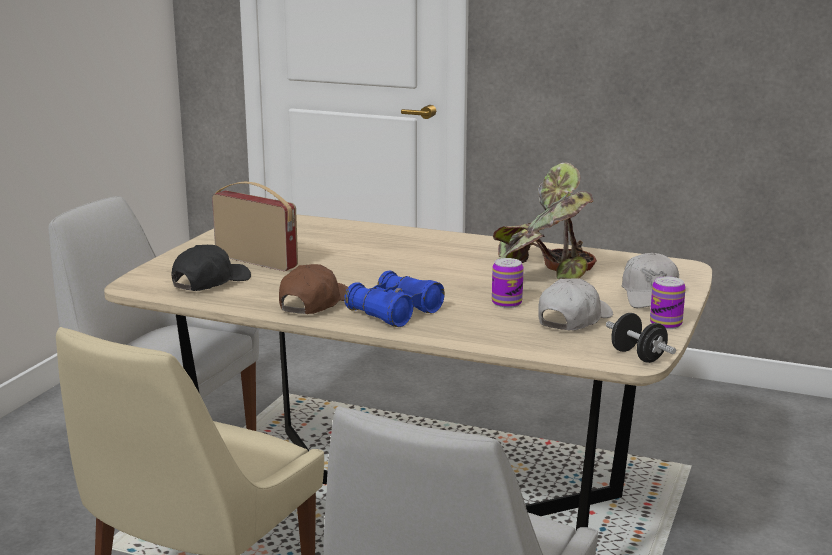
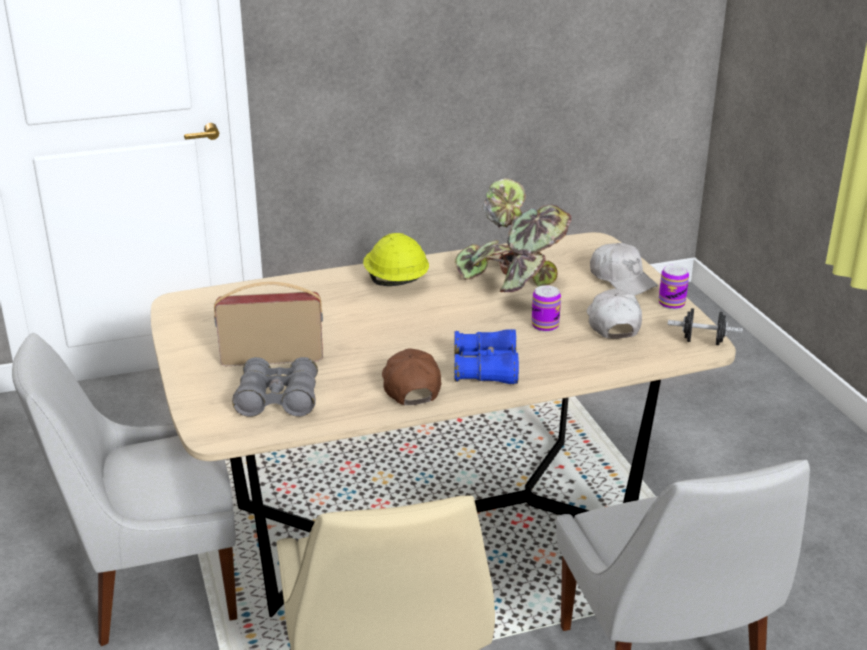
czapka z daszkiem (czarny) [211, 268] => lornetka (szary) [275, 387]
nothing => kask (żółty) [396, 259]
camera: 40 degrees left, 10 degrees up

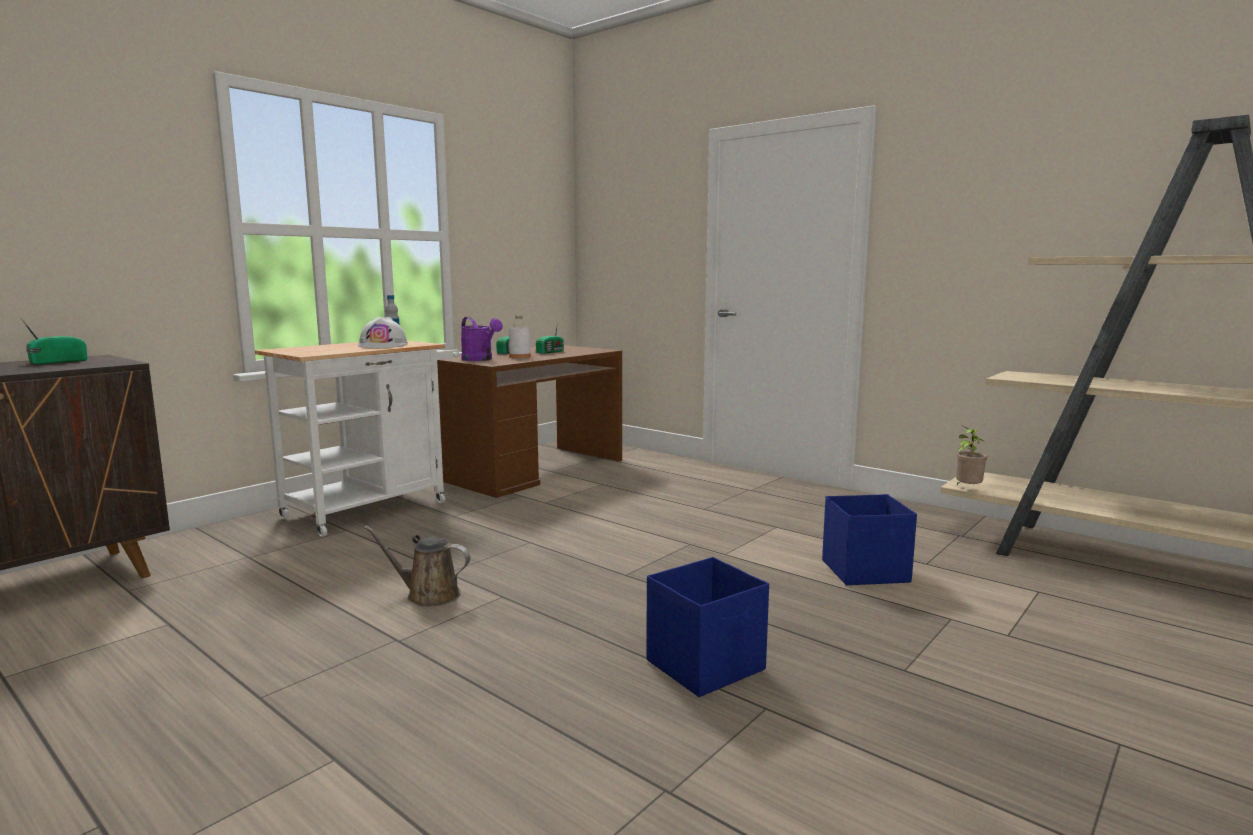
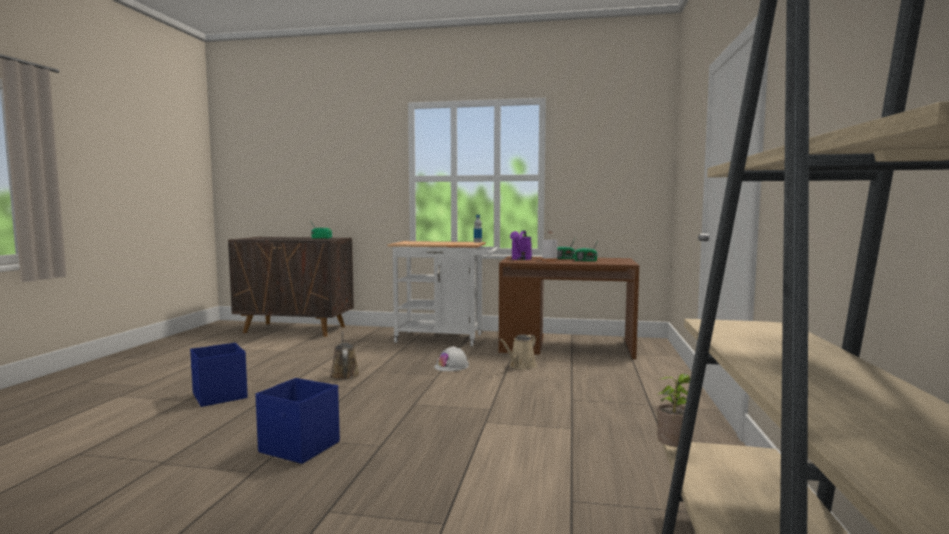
kask (biały) [383, 332] => kask (biały) [451, 358], move
pojemnik do przechowywania (niebieski) [869, 539] => pojemnik do przechowywania (niebieski) [219, 375], move
nothing => konewka (beżowy) [518, 352]
camera: 60 degrees right, 5 degrees down

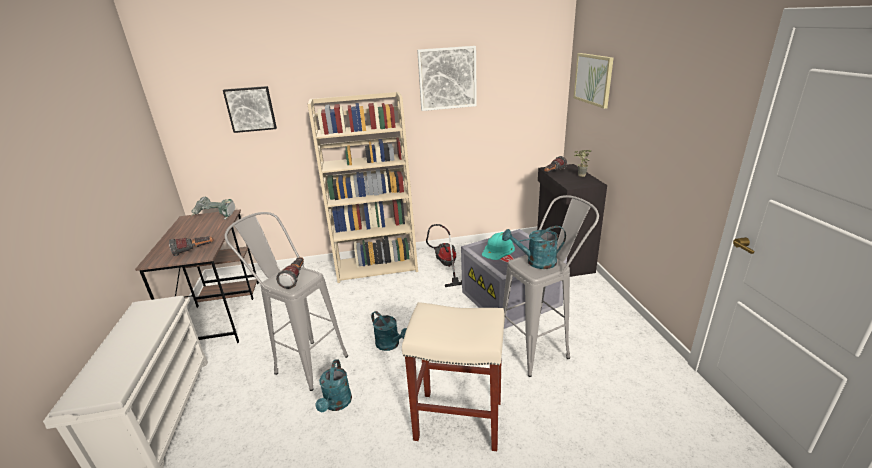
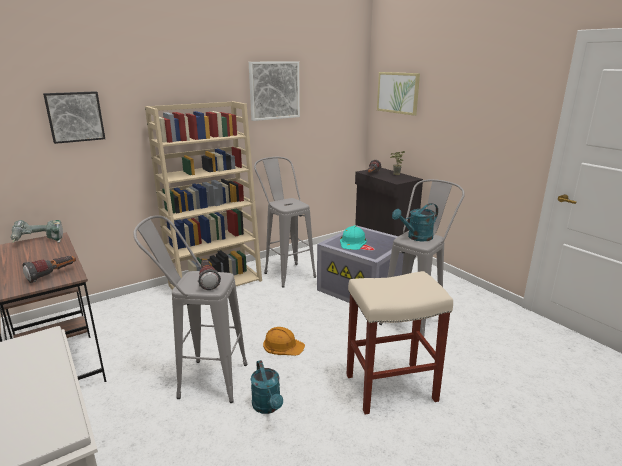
odkurzacz [444, 255] => stołek (szary) [285, 222]
konewka (turkusowy) [389, 331] => kask (pomarańczowy) [284, 341]
camera: 25 degrees left, 5 degrees down

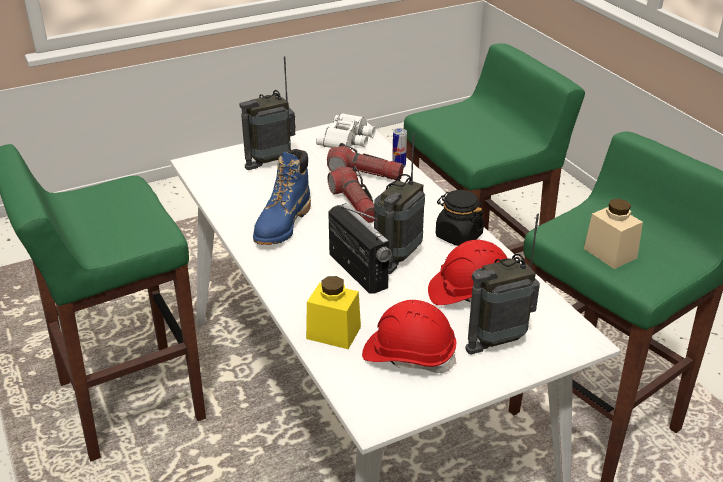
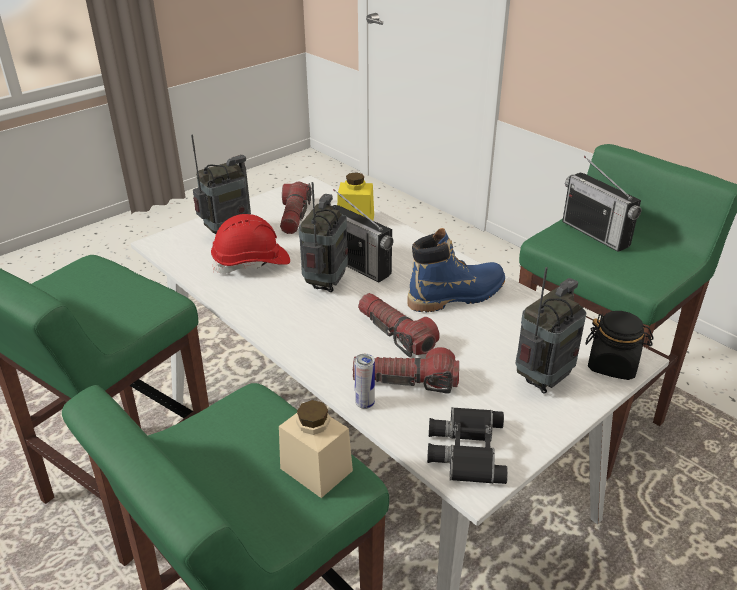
lornetka (biały) [346, 131] => lornetka (czarny) [467, 445]
but z cholewką (niebieski) [282, 197] => but z cholewką (niebieski) [456, 270], 60 degrees clockwise
słoik (czarny) [460, 218] => słoik (czarny) [619, 345], move
słoik (beżowy) [613, 234] => słoik (beżowy) [316, 449], move
kask (czerwony) [409, 336] => latarka [296, 208]
nothing => radio [602, 204]
camera: 165 degrees right, 0 degrees up

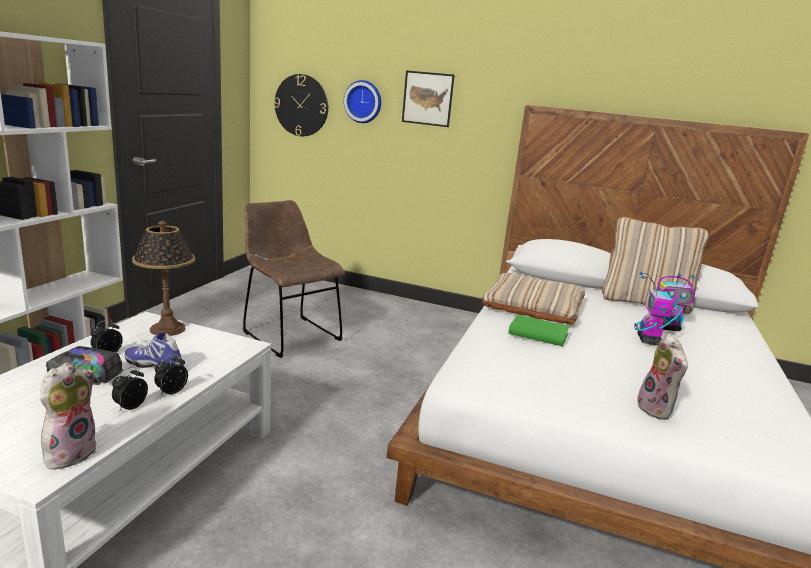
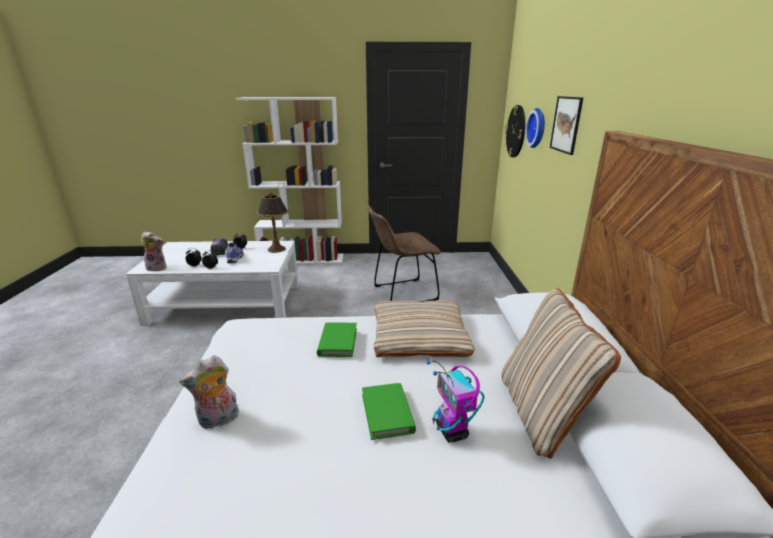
krzesło (brązowy) [294, 279] => krzesło (brązowy) [404, 254], 135 degrees counterclockwise
robot zabawkowy [657, 308] => książka (zielony) [389, 411]
camera: 70 degrees right, 5 degrees up

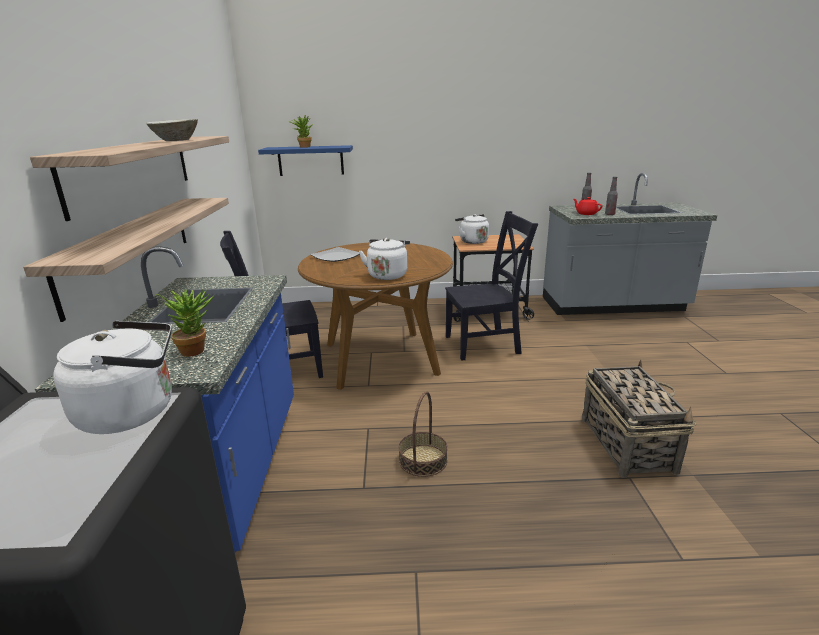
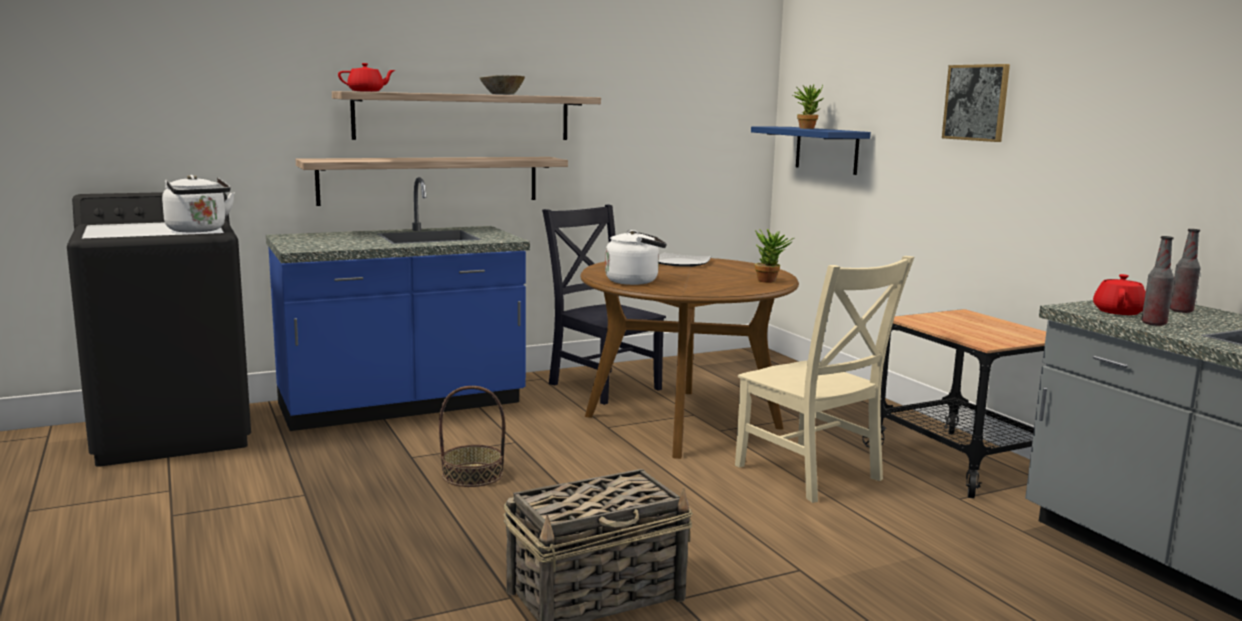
krzesło (czarny) [491, 285] => krzesło (beżowy) [824, 379]
czajnik (biały) [472, 229] => nothing
roślina doniczkowa [185, 323] => roślina doniczkowa [774, 256], move
nothing => imbryk (czerwony) [366, 77]
nothing => obraz [976, 103]
camera: 65 degrees right, 10 degrees down

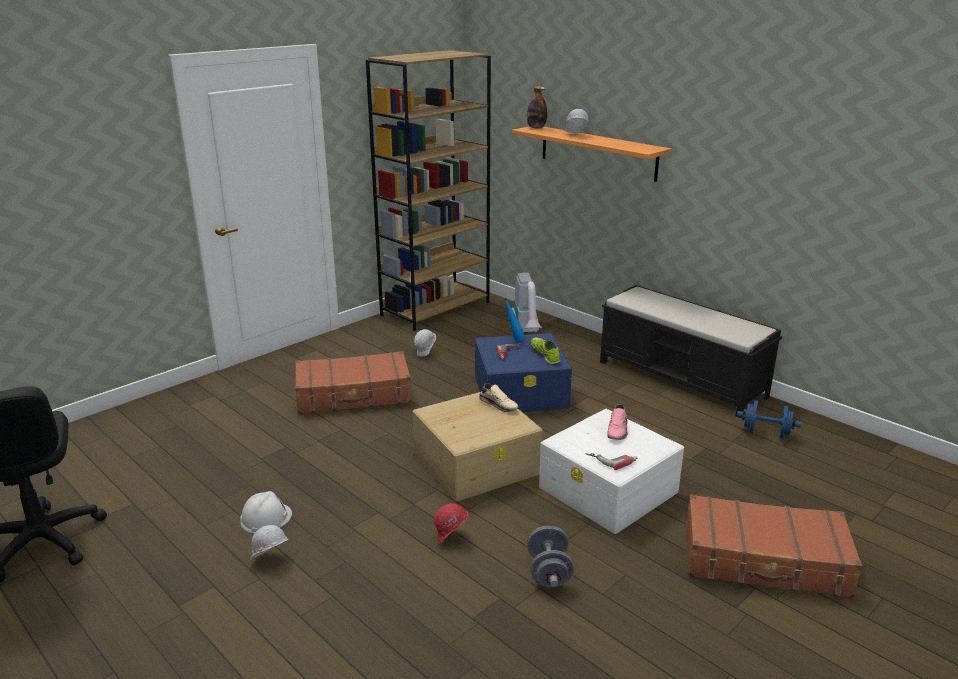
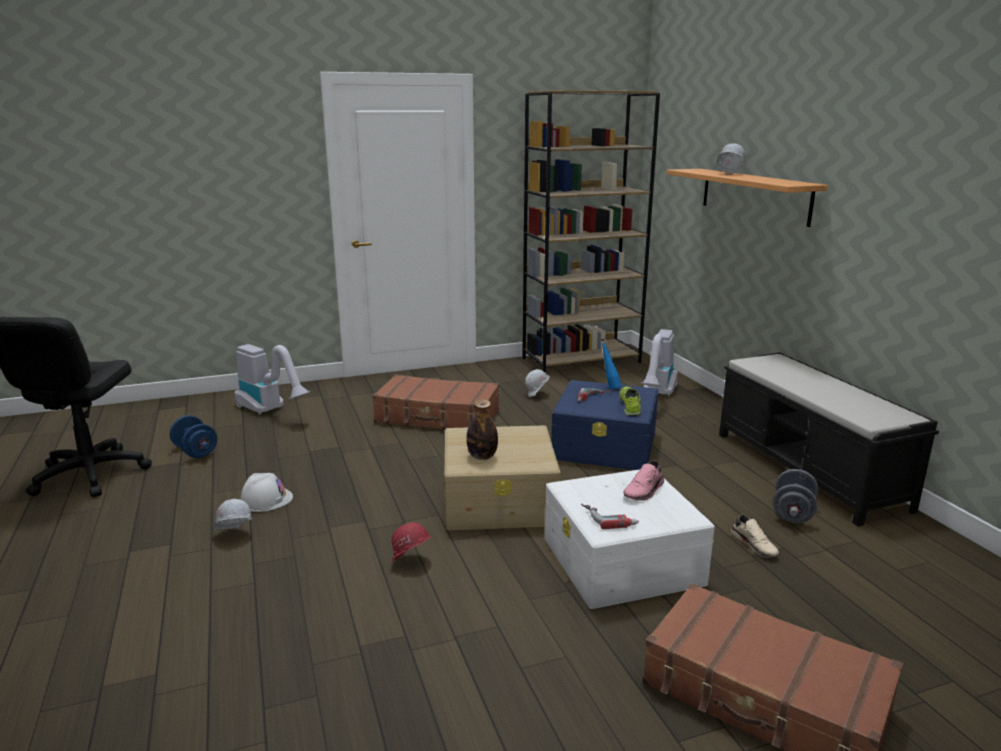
butelka [537, 107] => butelka [482, 429], move
but (beżowy) [499, 397] => but (beżowy) [755, 536], move
hantel (niebieski) [769, 419] => hantel (niebieski) [193, 436], move
hantel (szary) [550, 557] => hantel (szary) [795, 496], move
nothing => odkurzacz [272, 379]
camera: 25 degrees right, 5 degrees down

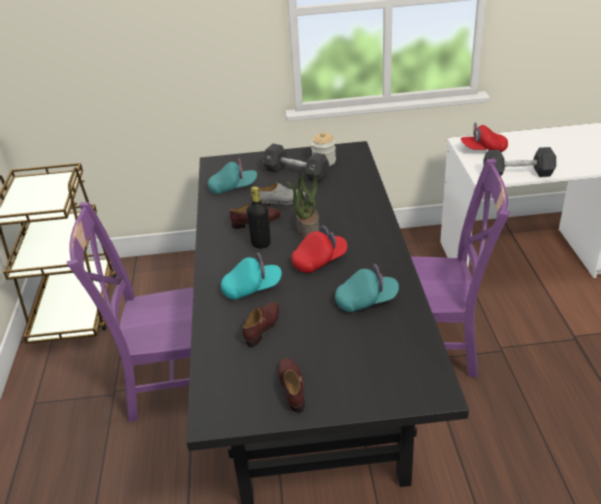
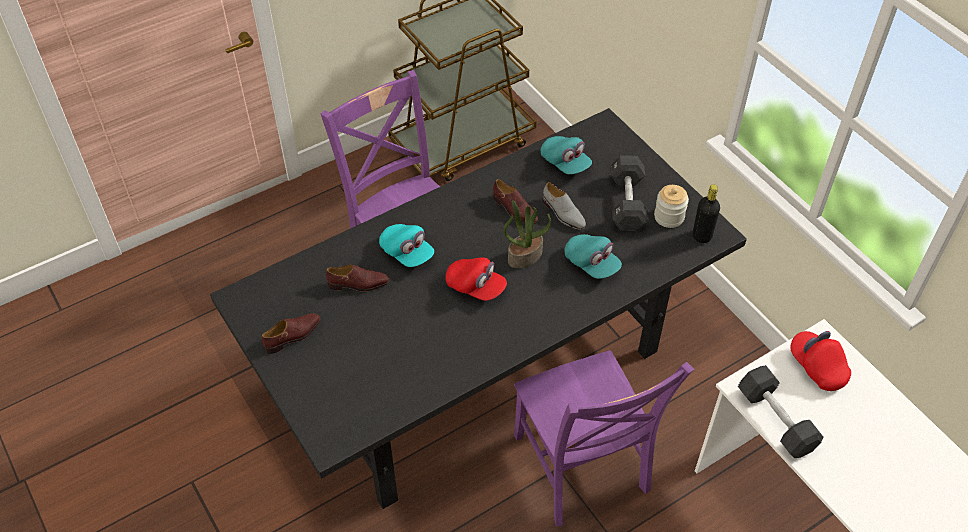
butelka (czarny) [259, 217] => butelka (czarny) [706, 213], move
czapka z daszkiem (turkusowy) [367, 288] => czapka z daszkiem (turkusowy) [593, 256], move
camera: 60 degrees right, 15 degrees up

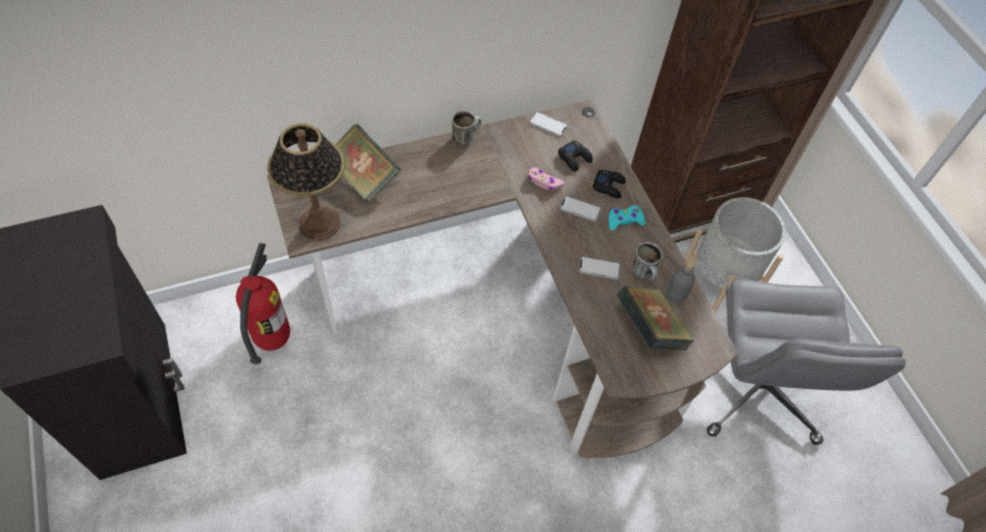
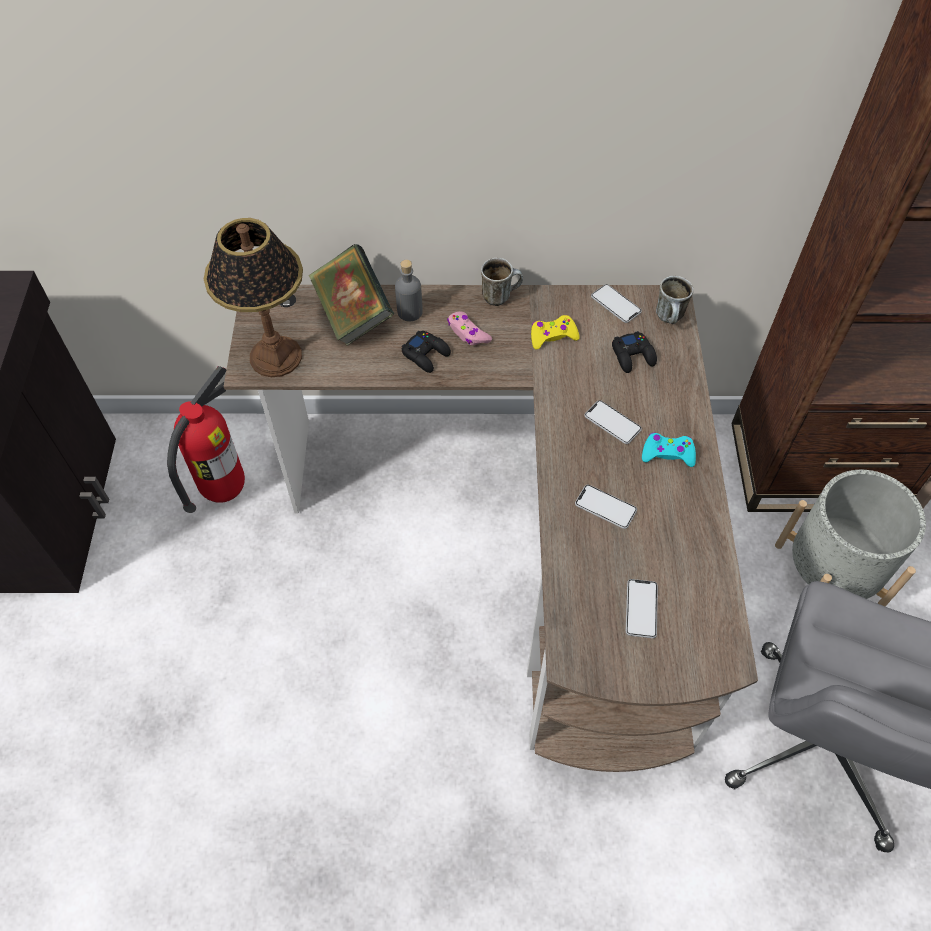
pad do gier (różowy) [546, 179] => pad do gier (różowy) [469, 328], move
pad do gier (czarny) [609, 184] => pad do gier (czarny) [426, 352], move
kubek [647, 261] => kubek [675, 300], move
butelka (szary) [680, 281] => butelka (szary) [409, 290], move
książka [655, 318] => telefon [642, 608]
nothing => pad do gier (żółty) [555, 332]
camera: 25 degrees right, 0 degrees up

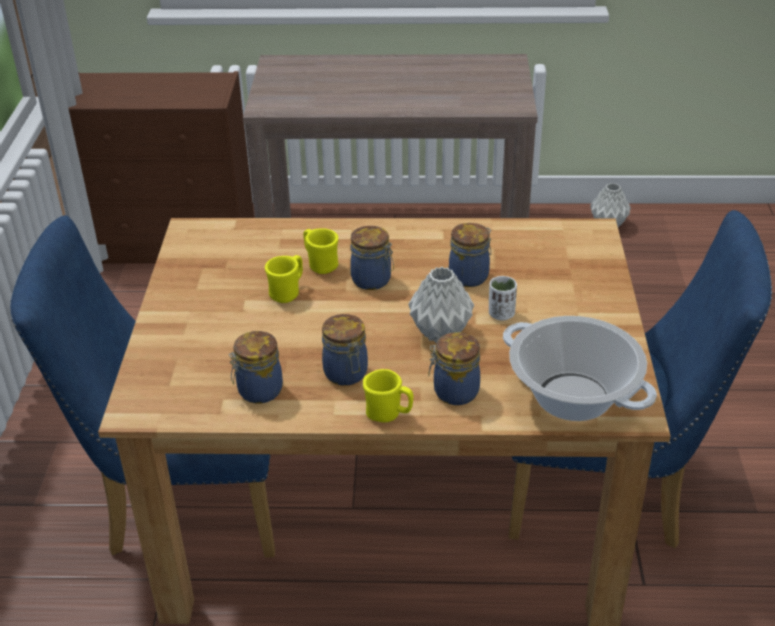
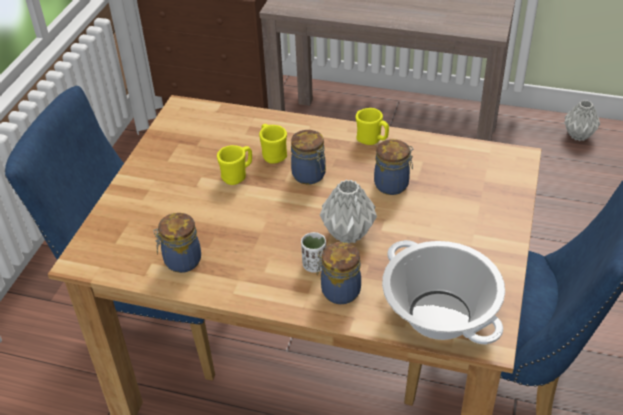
filiżanka (biały) [503, 298] => filiżanka (biały) [313, 252], move
słoik [345, 350] => nothing
kubek (żółty) [388, 395] => kubek (żółty) [372, 126], move
camera: 15 degrees right, 5 degrees up

